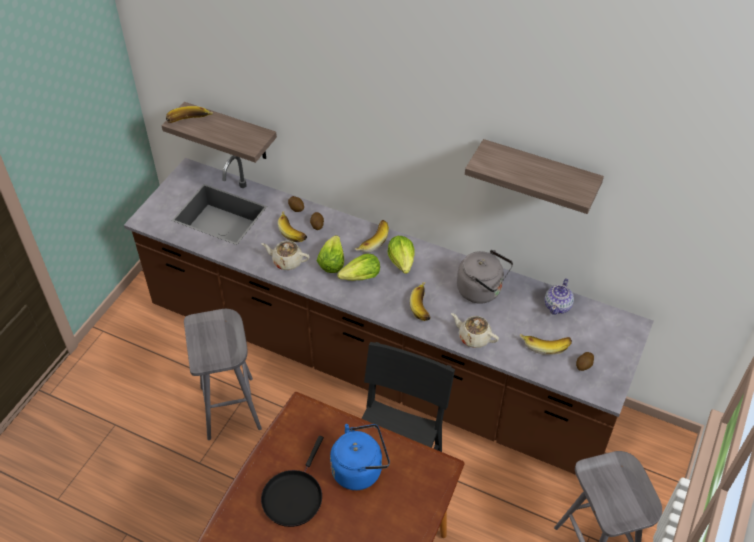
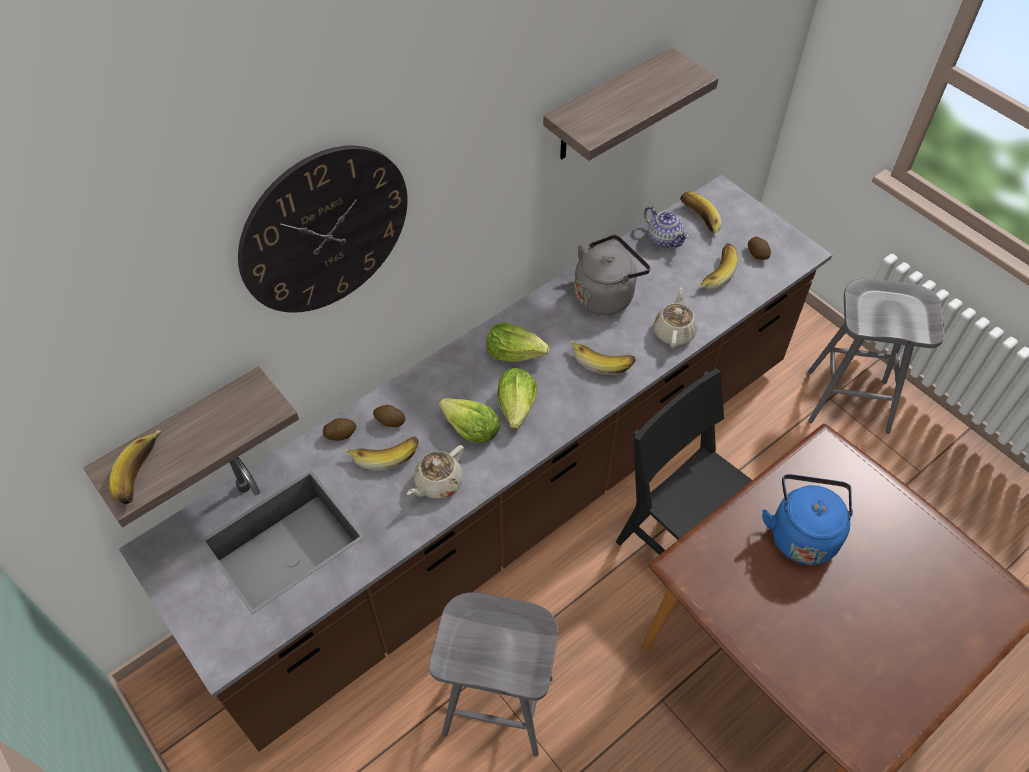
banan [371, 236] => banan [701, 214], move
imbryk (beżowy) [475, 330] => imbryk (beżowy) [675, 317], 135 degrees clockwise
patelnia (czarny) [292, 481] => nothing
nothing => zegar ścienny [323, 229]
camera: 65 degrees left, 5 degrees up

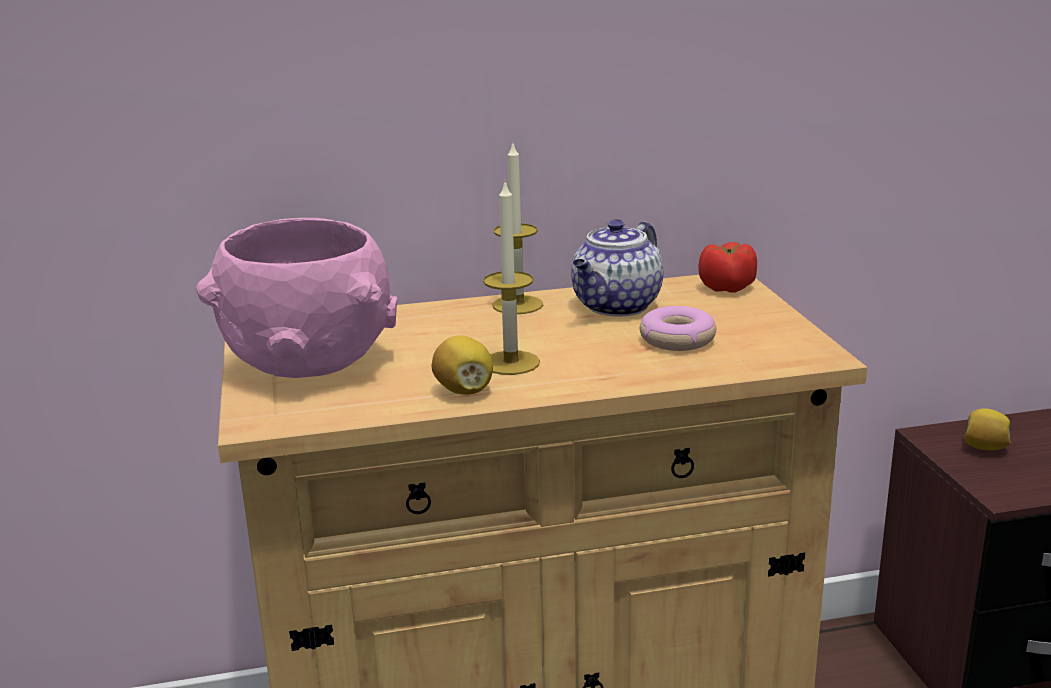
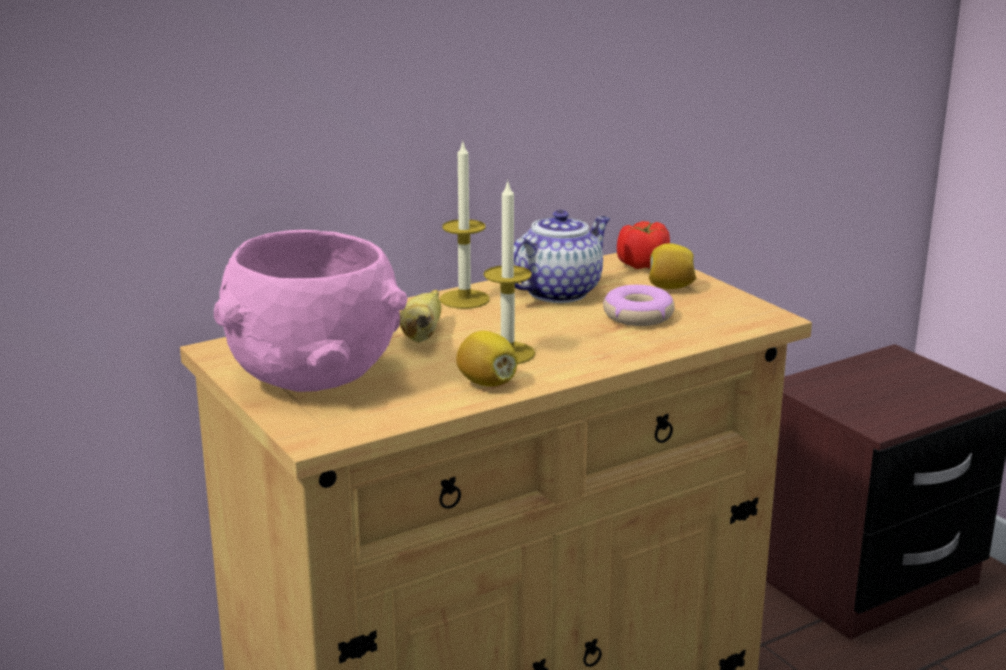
imbryk [617, 267] => imbryk [562, 256], 150 degrees counterclockwise
cytryna [987, 429] => cytryna [672, 266], move
nothing => banan [420, 316]
camera: 20 degrees left, 0 degrees up

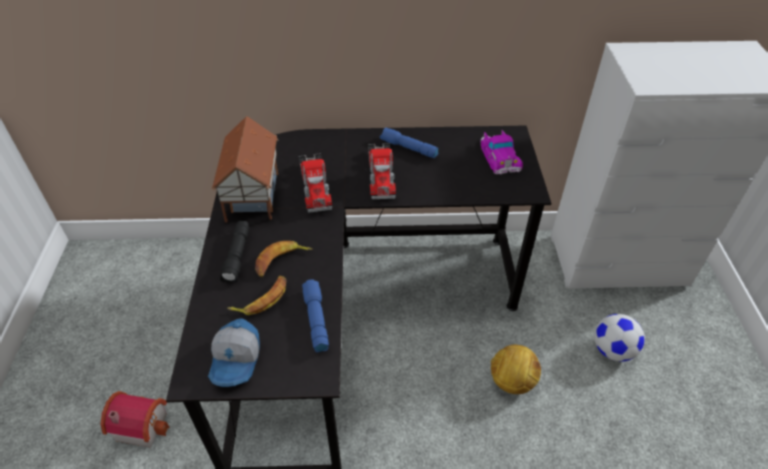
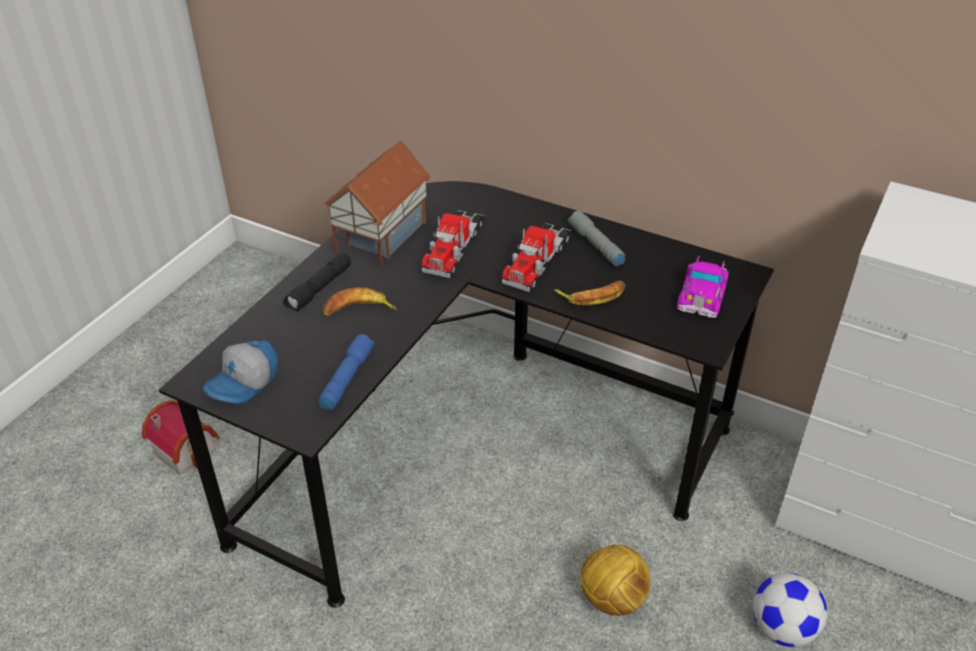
latarka (niebieski) [409, 143] => latarka (szary) [596, 238]
banan [257, 295] => banan [590, 293], move
camera: 30 degrees right, 5 degrees down

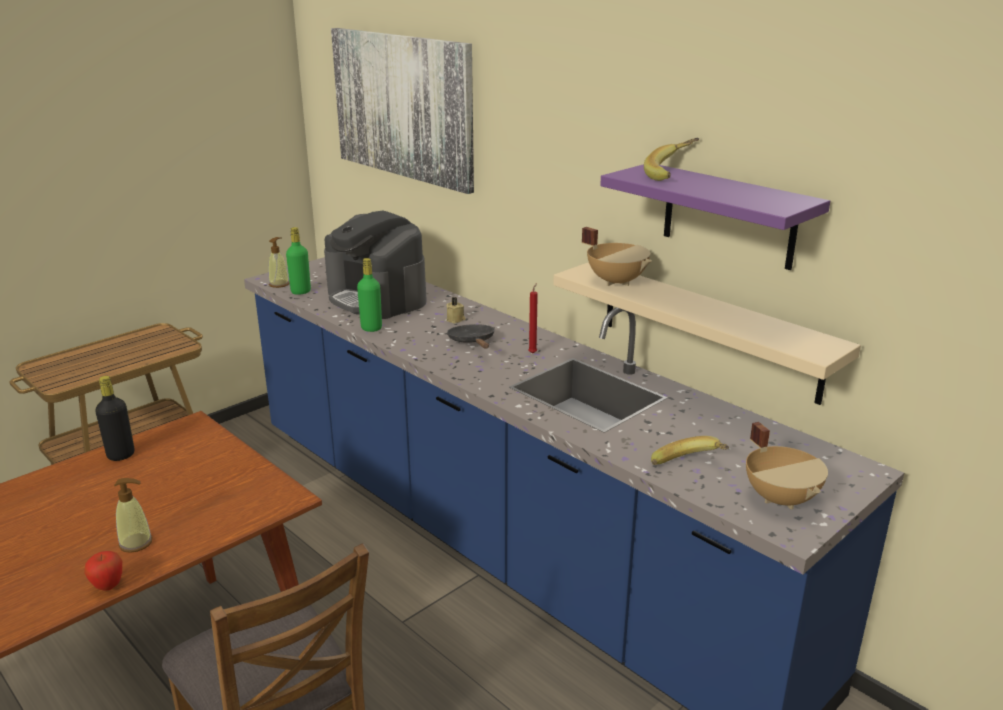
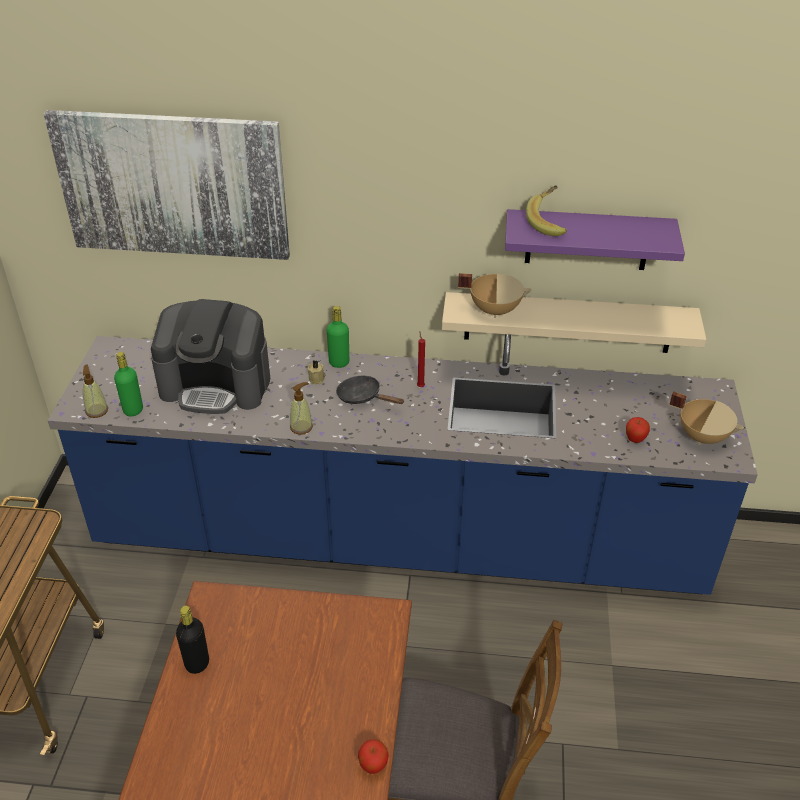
butelka (zielony) [369, 295] => butelka (zielony) [338, 337], move
banan [690, 450] => jabłko [638, 430]
dozownik mydła [133, 515] => dozownik mydła [301, 408], move
camera: 40 degrees left, 15 degrees up

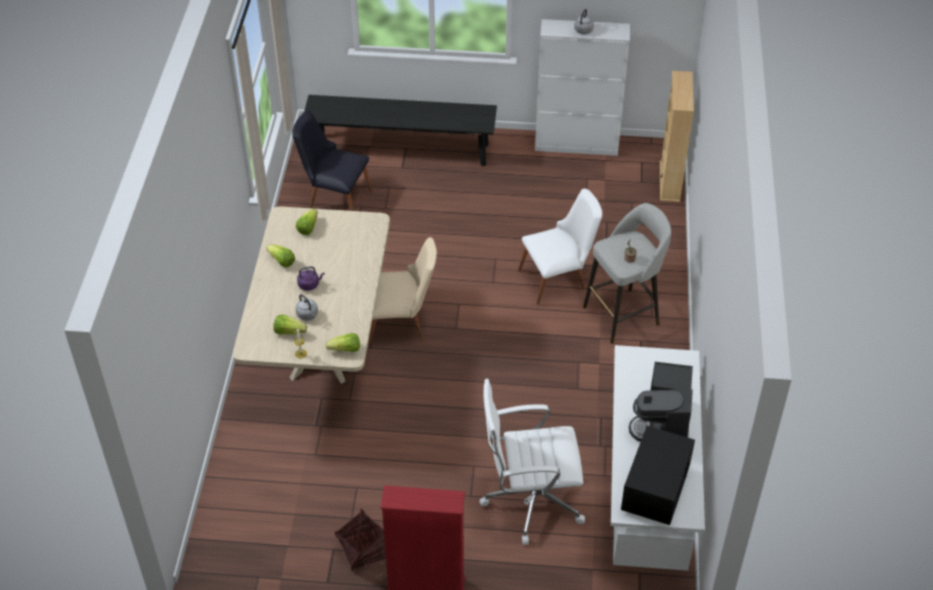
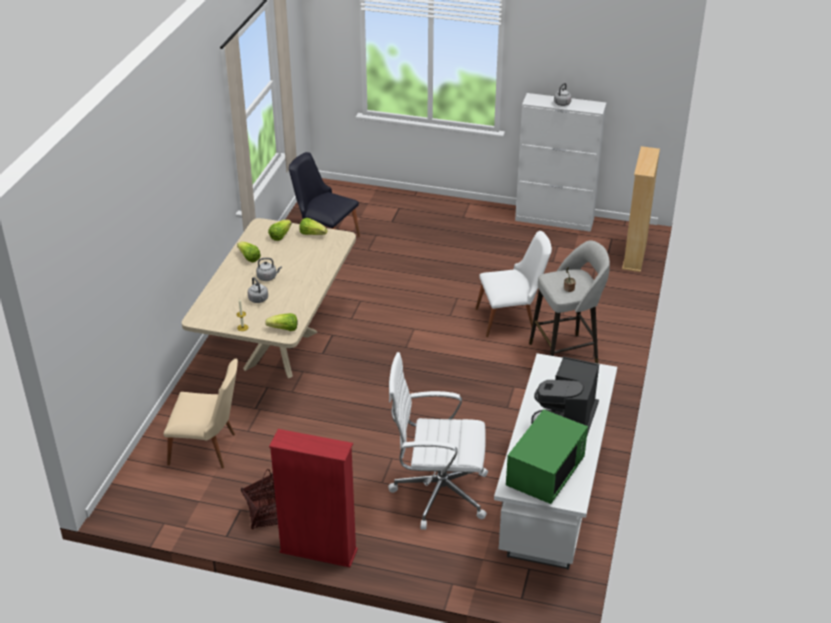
ławka (czarny) [400, 130] => nothing
krzesło (beżowy) [402, 290] => krzesło (beżowy) [201, 413], move
czajnik (fioletowy) [311, 278] => czajnik (szary) [269, 269]
sałata [290, 324] => sałata [313, 226], move
mikrofalówka (czarny) [658, 475] => mikrofalówka (zielony) [547, 456]
camera: 10 degrees right, 10 degrees down

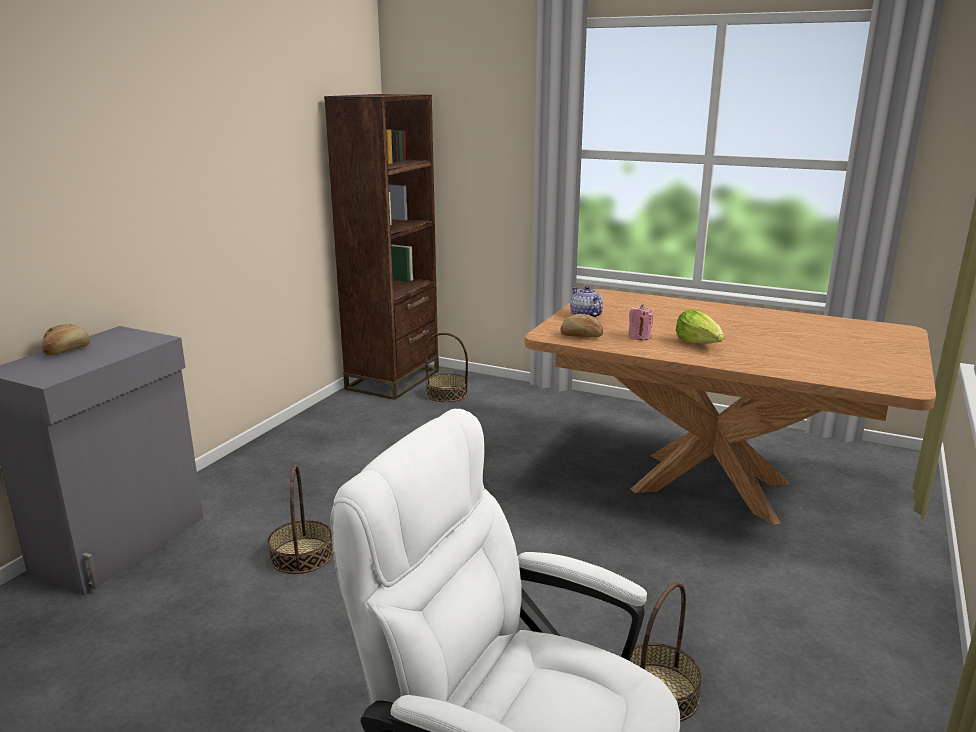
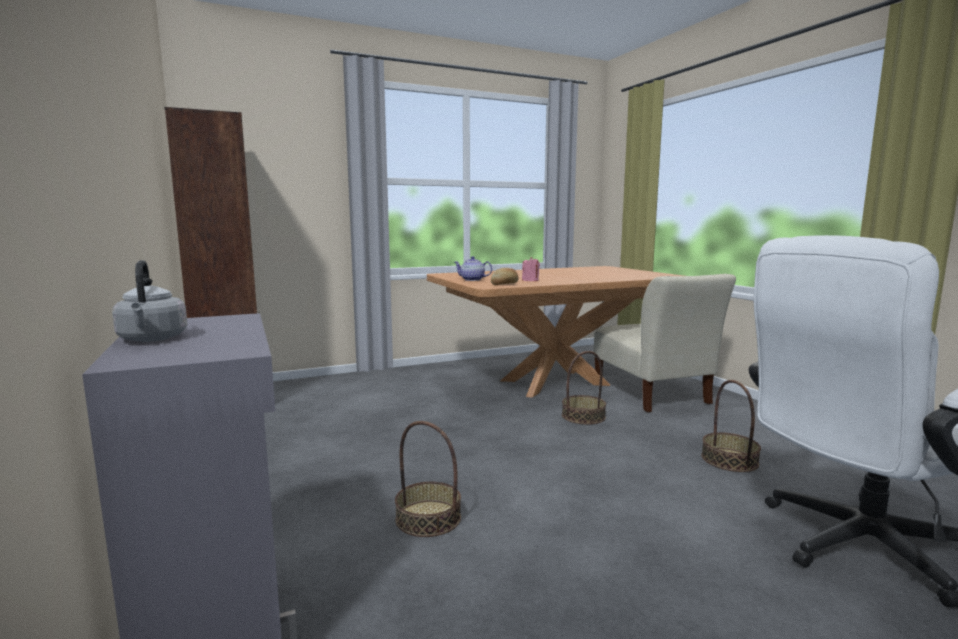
sałata [700, 326] => nothing
chleb [66, 340] => czajnik (szary) [150, 301]
koszyk [446, 367] => koszyk [584, 388], move
nothing => krzesło (beżowy) [665, 343]
camera: 50 degrees left, 10 degrees down

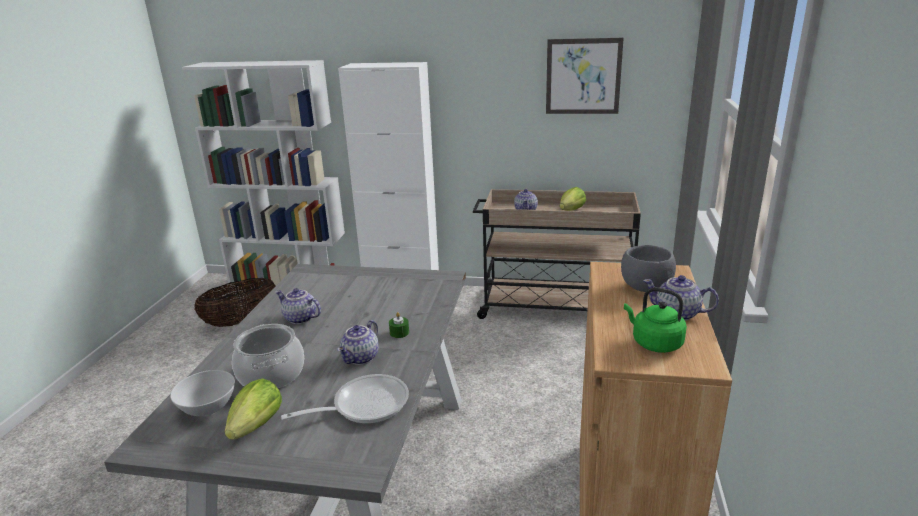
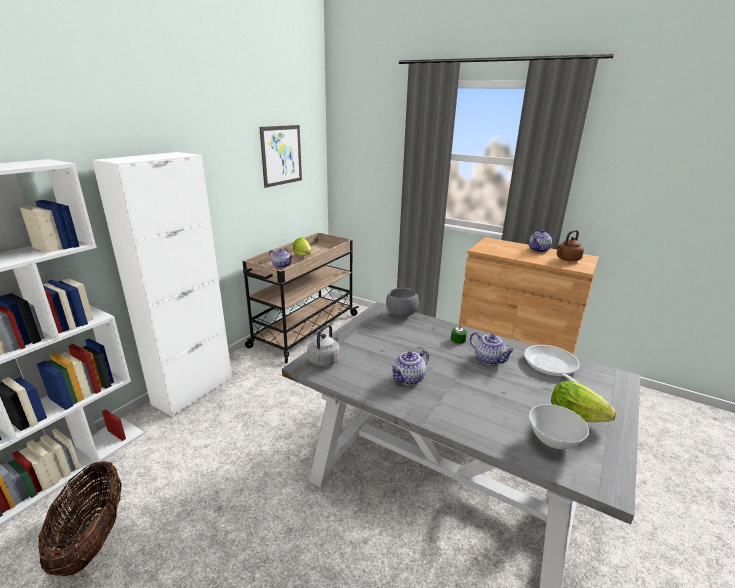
miska (szary) [648, 268] => miska (szary) [402, 302], move
czajnik (zielony) [655, 320] => czajnik (brązowy) [570, 245]
garnek [268, 356] => nothing
nothing => czajnik (szary) [323, 345]
camera: 70 degrees left, 0 degrees up

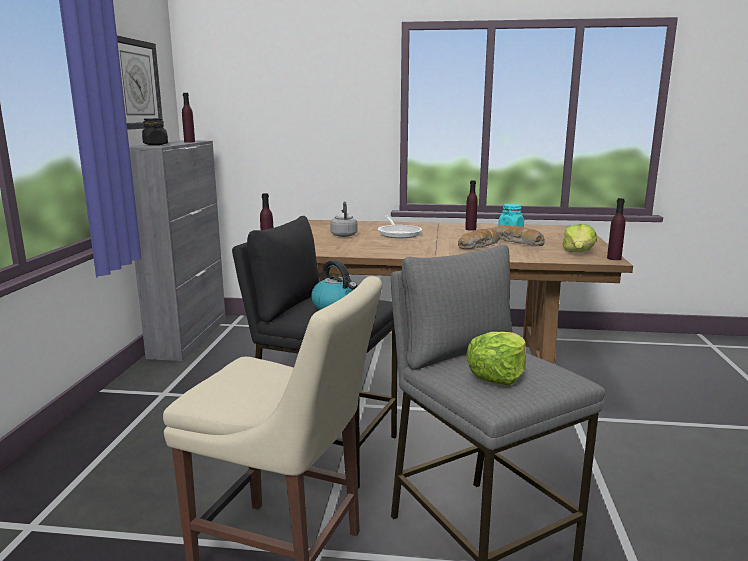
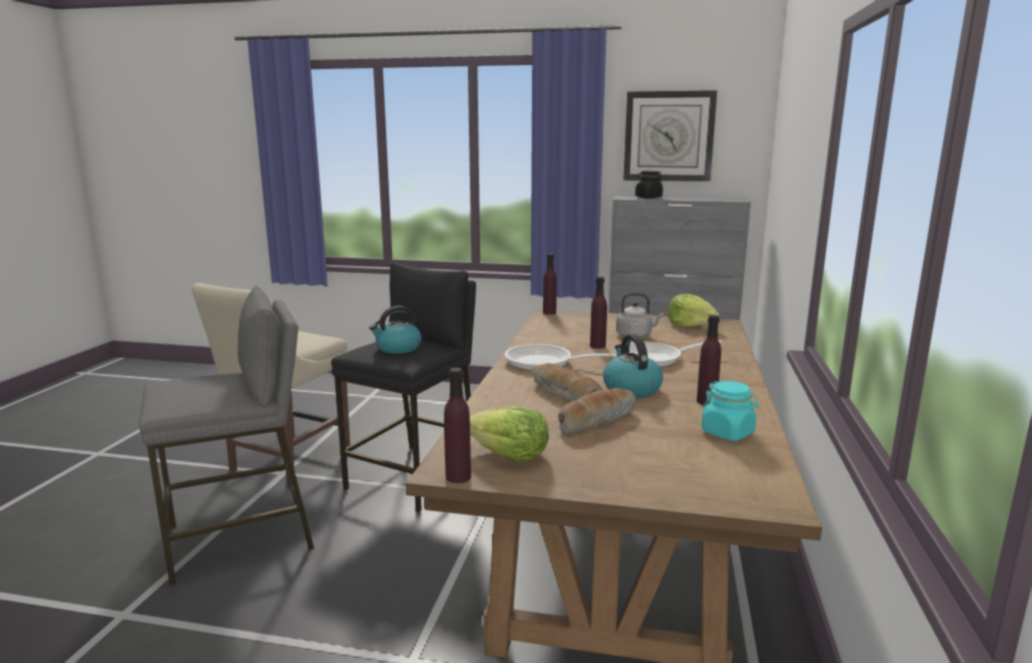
butelka (fioletowy) [188, 118] => butelka (fioletowy) [598, 312], move
sałata [496, 358] => sałata [693, 310], move
nothing => czajnik [633, 366]
nothing => patelnia [561, 357]
camera: 95 degrees right, 0 degrees up

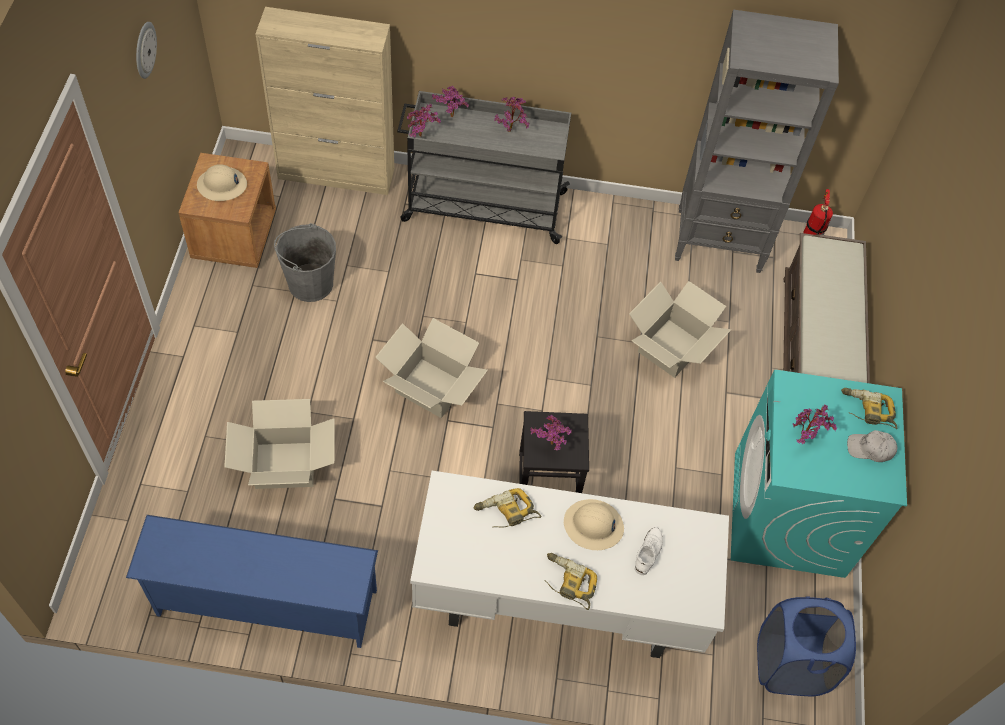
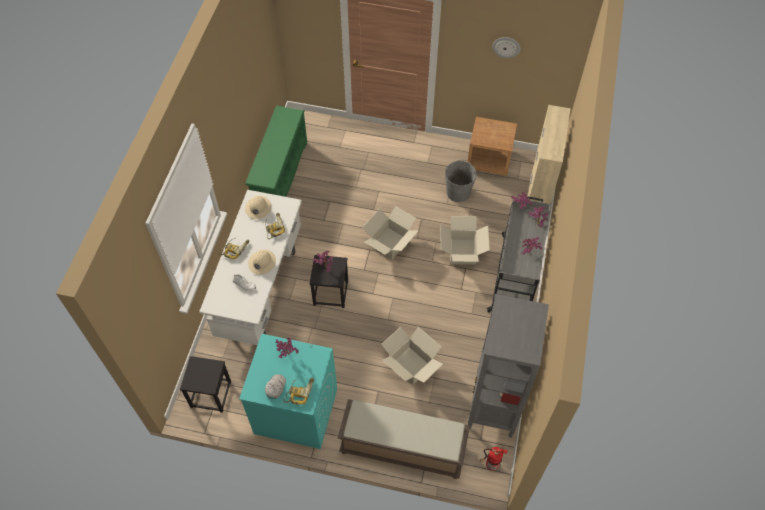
kask (beżowy) [222, 182] => kask (beżowy) [258, 207], move
karton [279, 444] => karton [465, 240], move
regał na buty (niebieski) [252, 581] => regał na buty (zielony) [276, 151]
kosz na pranie (niebieski) [806, 646] => stołek (czarny) [205, 384]
camera: 100 degrees right, 0 degrees up

